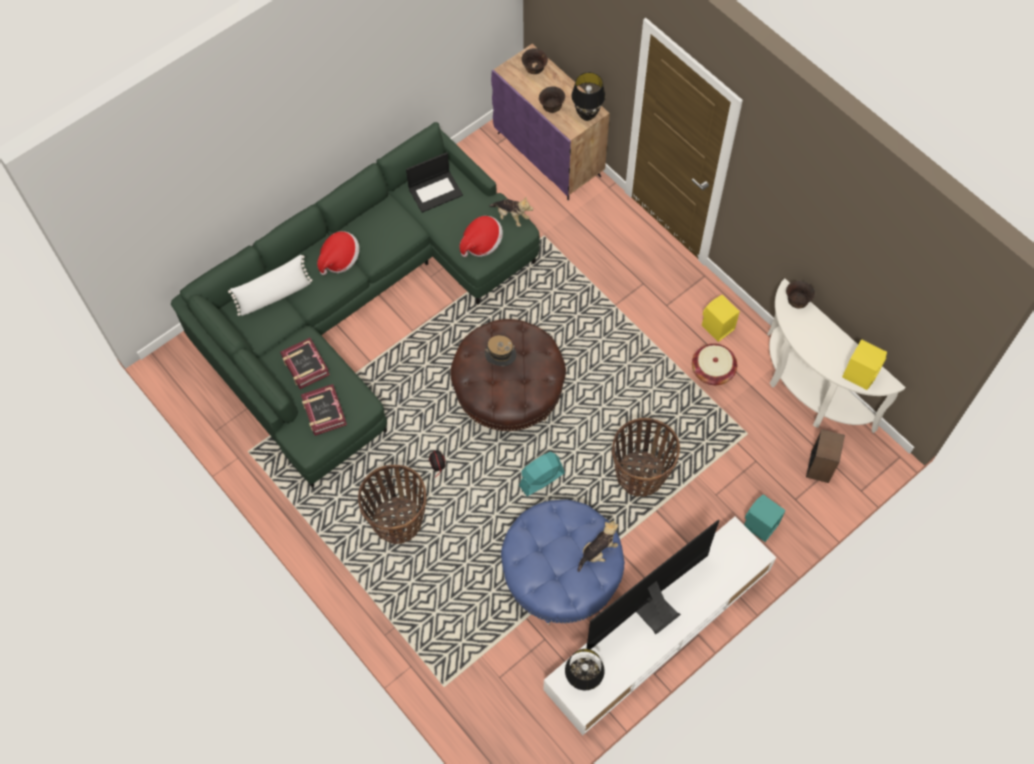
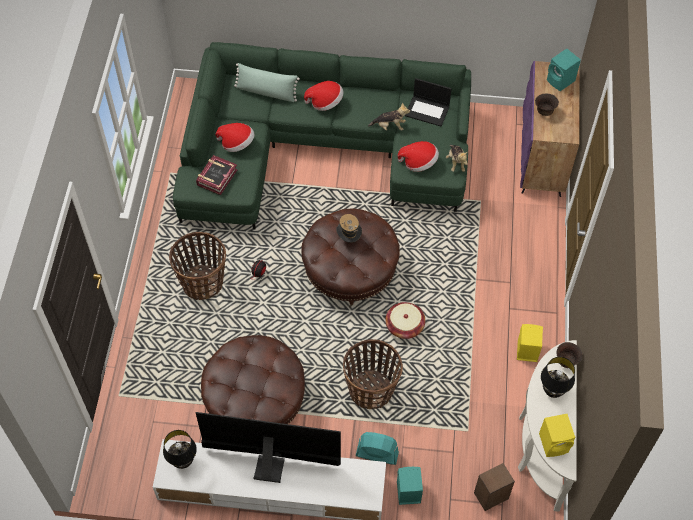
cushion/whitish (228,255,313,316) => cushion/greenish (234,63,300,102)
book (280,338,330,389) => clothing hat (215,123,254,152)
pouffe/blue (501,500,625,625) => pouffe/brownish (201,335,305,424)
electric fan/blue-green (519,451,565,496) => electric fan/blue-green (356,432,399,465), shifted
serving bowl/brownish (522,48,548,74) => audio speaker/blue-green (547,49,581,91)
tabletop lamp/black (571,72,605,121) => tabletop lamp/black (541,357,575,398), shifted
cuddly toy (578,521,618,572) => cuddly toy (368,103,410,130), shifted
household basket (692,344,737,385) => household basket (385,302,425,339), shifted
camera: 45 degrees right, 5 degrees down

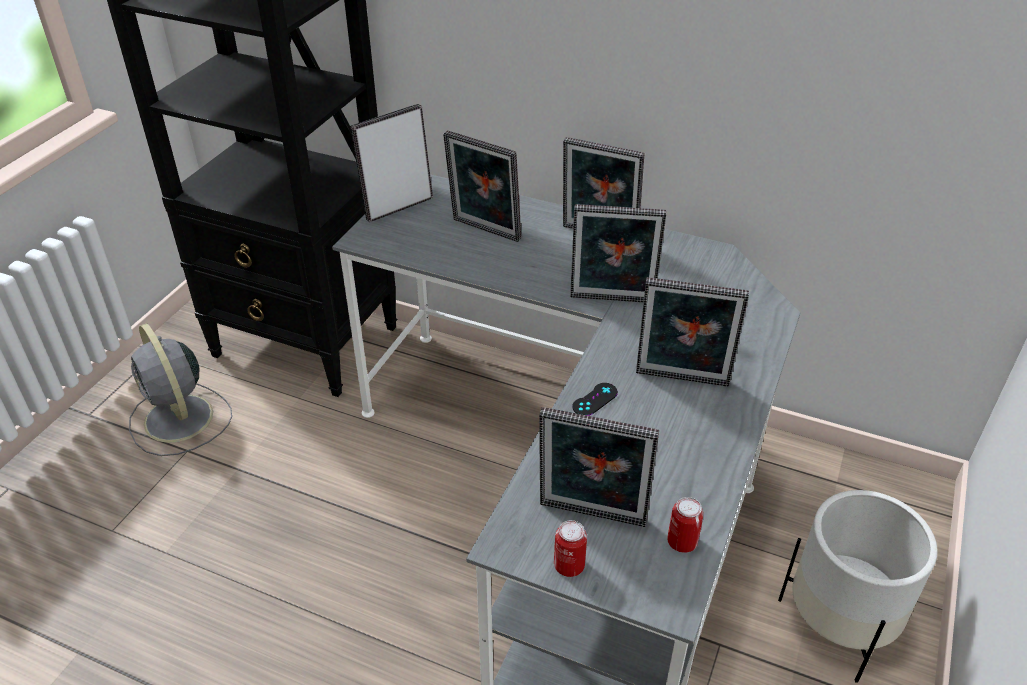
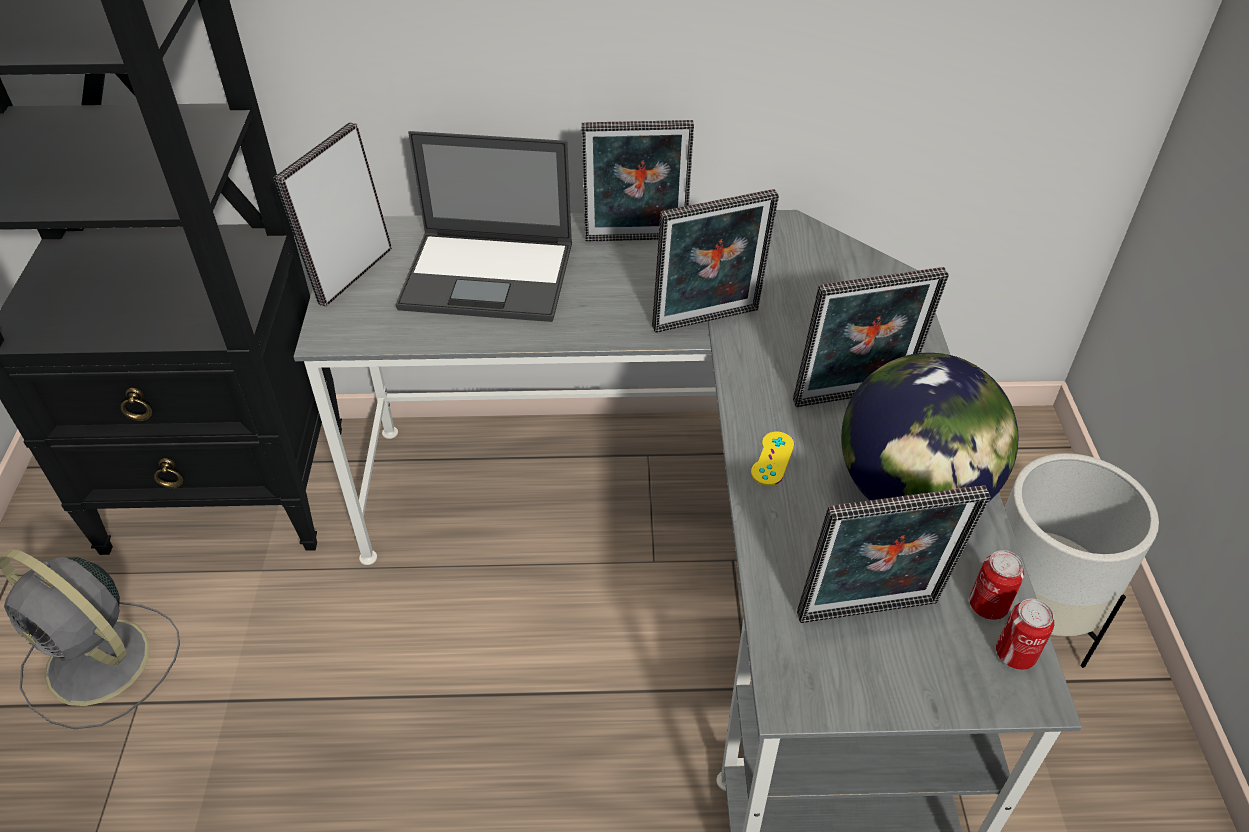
picture frame (443,131,521,242) => portable computer (395,131,572,322)
sealed can (554,520,587,577) => sealed can (996,599,1054,670), shifted
gamepad/black (572,383,618,416) => gamepad/yellowish (751,432,794,486)
nothing => globe (841,353,1018,501)
camera: 25 degrees left, 5 degrees up

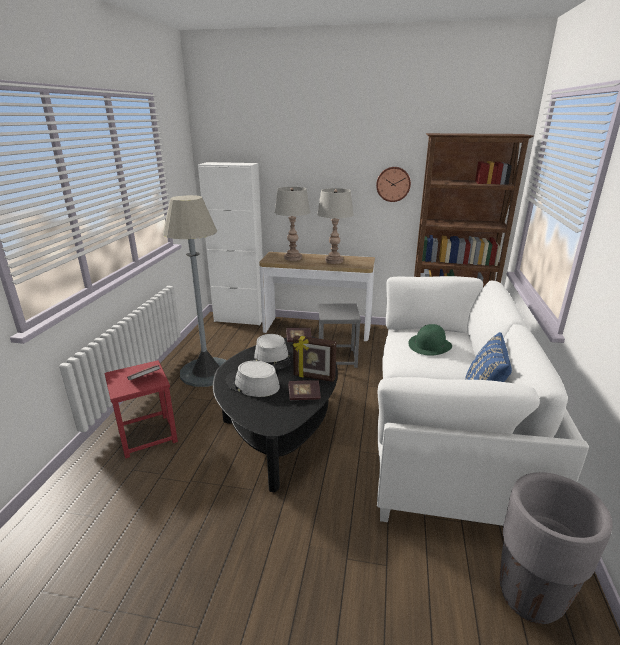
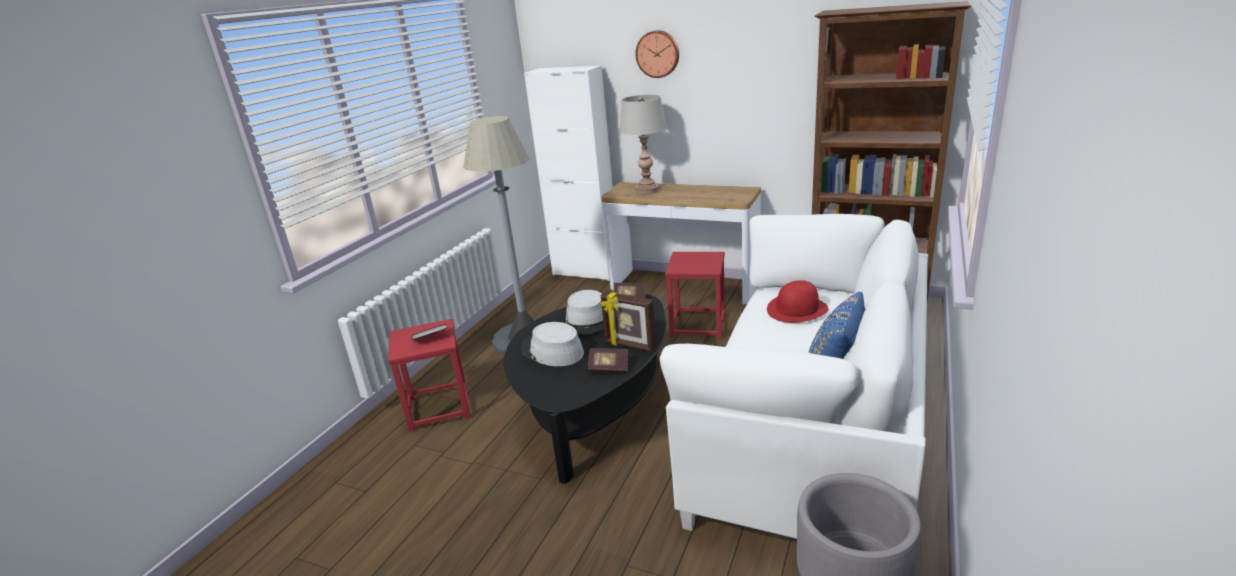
tabletop lamp/greyish (317,188,354,264) => nothing
stool seat/greyish (318,304,361,368) => stool seat/reddish (665,252,725,339)
wall clock (376,167,411,202) => wall clock (635,30,679,78), shifted
clothing hat/greenish (408,324,452,356) => clothing hat/reddish (767,280,829,323)
camera: 15 degrees right, 0 degrees up

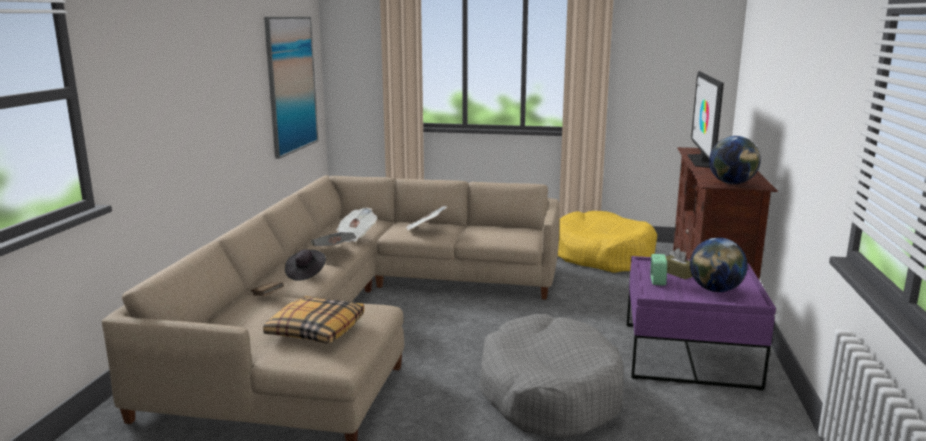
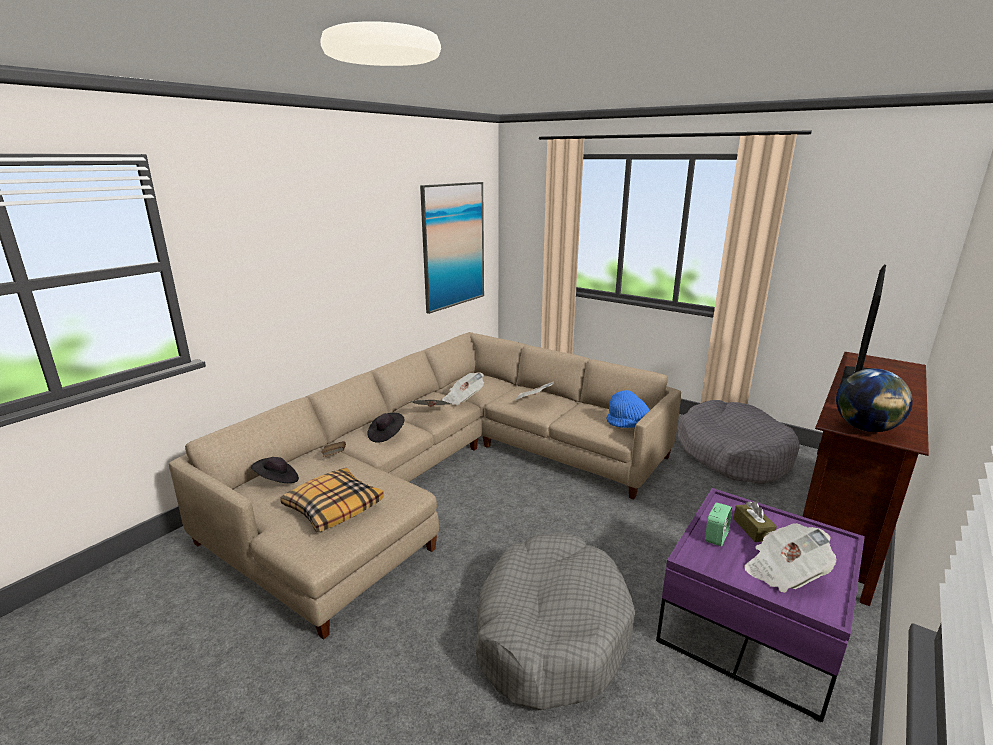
pet bed/yellowish (558,211,657,273) => pet bed/greyish (678,400,800,484)
globe (690,238,748,292) => printed paper (744,523,836,593)
nothing => clothing hat/black (251,457,299,483)
nothing => clothing hat/blue (606,390,650,428)
camera: 25 degrees right, 5 degrees up

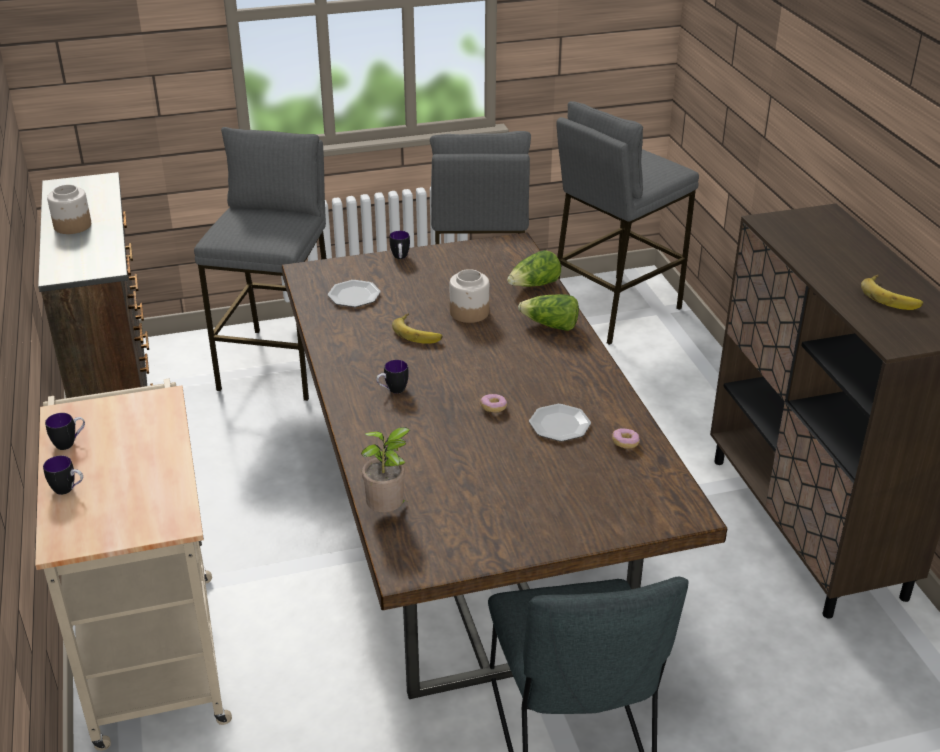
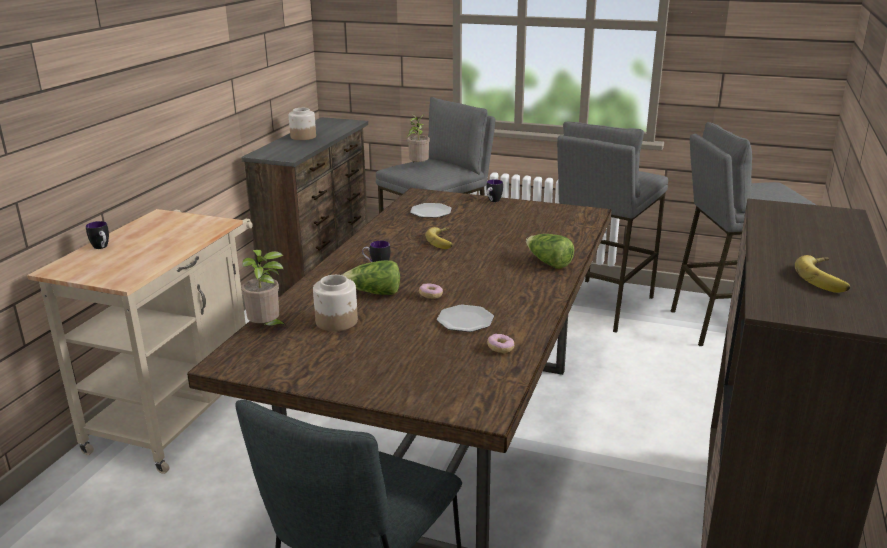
coffee mug (45,413,85,450) => nothing
jar (450,269,489,323) => jar (313,275,358,331), shifted
lettuce (507,250,561,287) => lettuce (342,260,400,295), shifted
nothing => houseplant (407,114,430,162)
camera: 35 degrees right, 10 degrees down

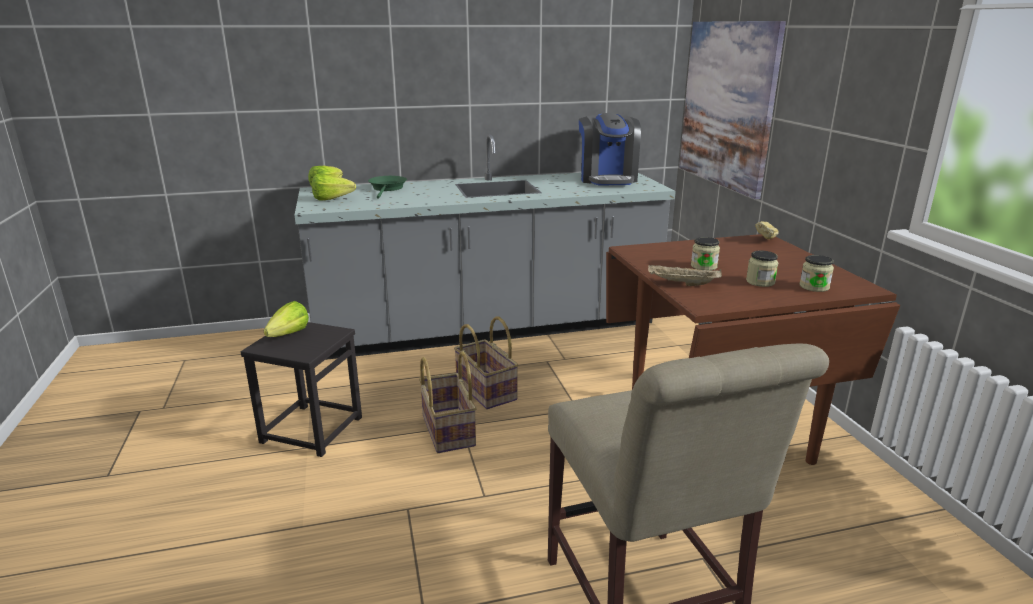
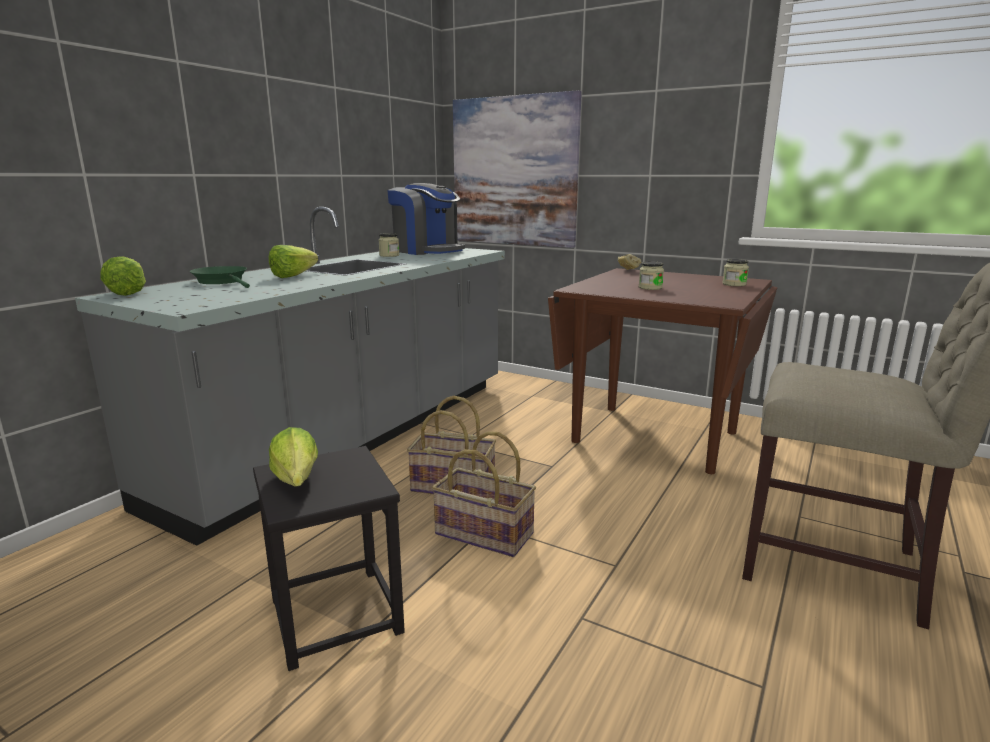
lettuce (312,174,356,200) => lettuce (269,245,318,278), shifted
tray/beige-coloured (648,264,722,286) => nothing
jar (746,251,778,287) => jar (378,233,400,257), shifted
camera: 45 degrees left, 5 degrees down

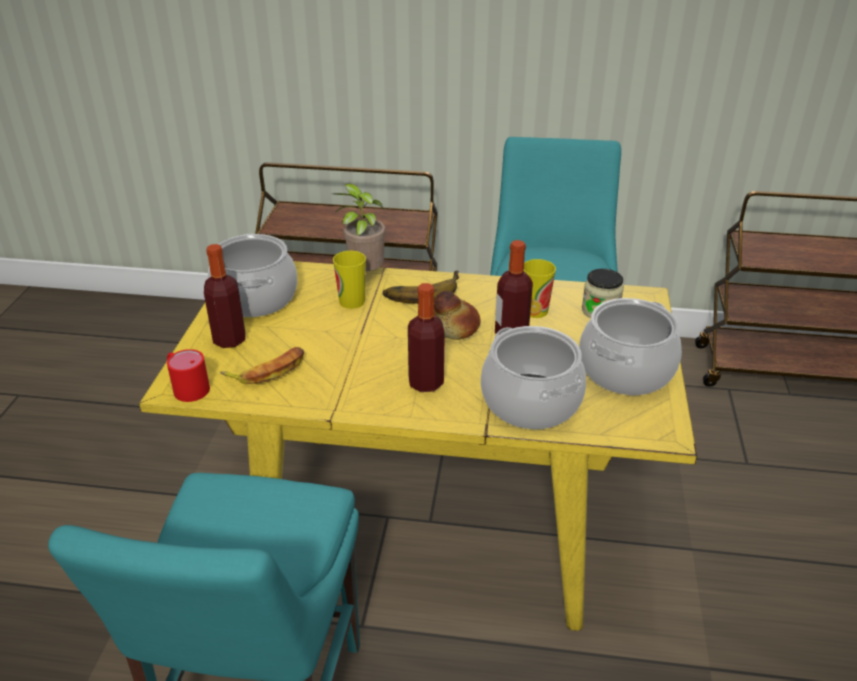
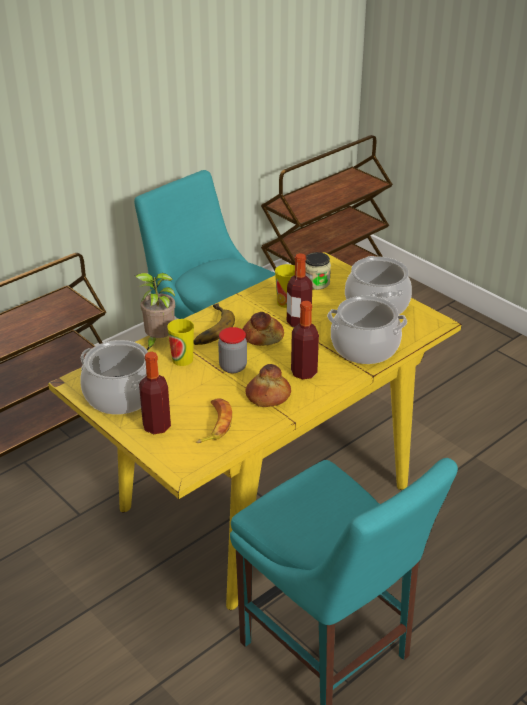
coffee mug/reddish (167,349,210,402) => nothing
nothing => jar (218,327,247,373)
nothing => baked bread (246,364,291,407)
camera: 50 degrees left, 0 degrees up

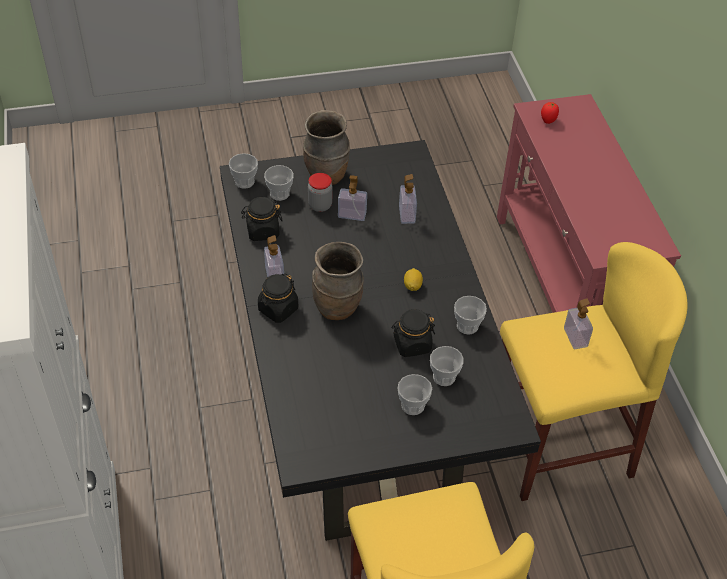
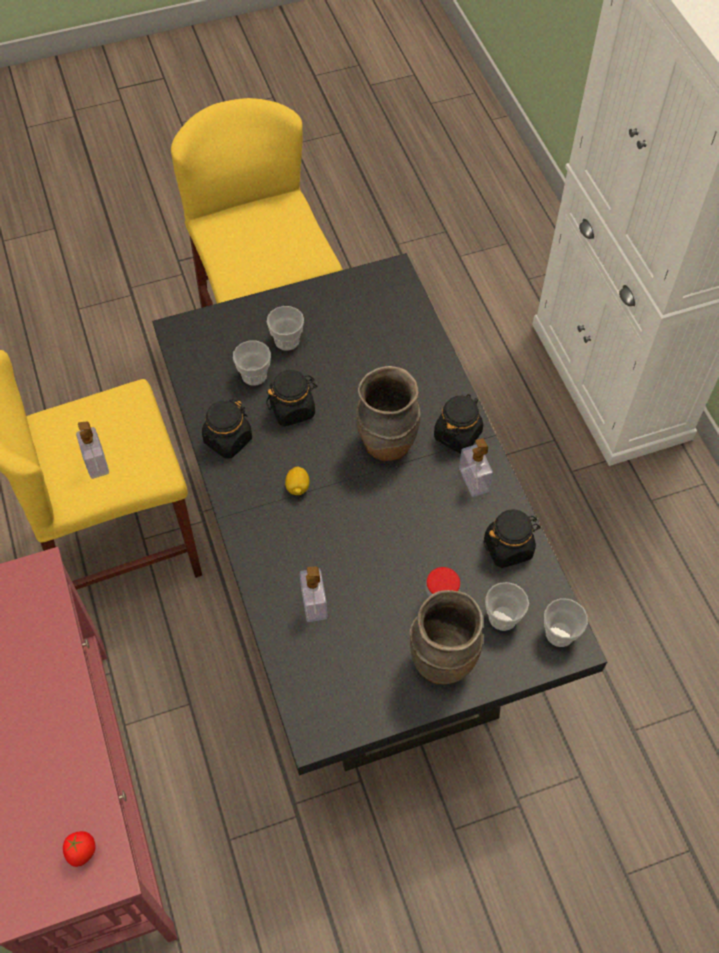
soap dispenser (338,175,367,221) => nothing
drinking cup (454,296,487,334) => jar/black (202,399,252,459)
camera: 175 degrees right, 10 degrees up

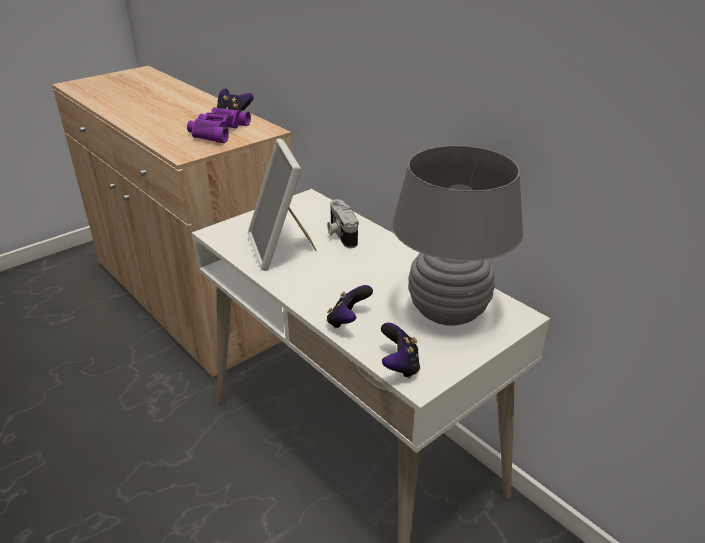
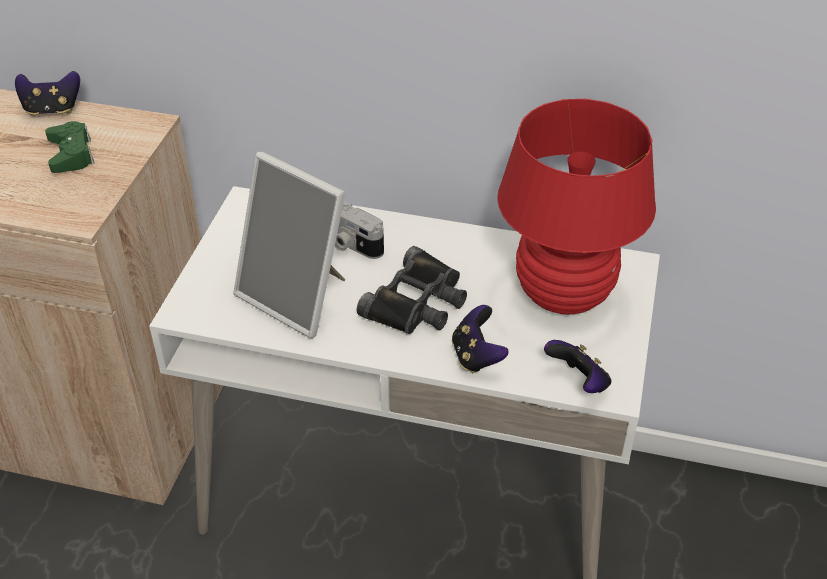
binoculars/purple-coloured (187,107,251,143) => gamepad/greenish (45,121,94,173)
tabletop lamp/greyish (392,145,523,326) => tabletop lamp/reddish (497,99,656,314)
nothing => binoculars/black (357,246,467,334)
camera: 35 degrees left, 10 degrees up

